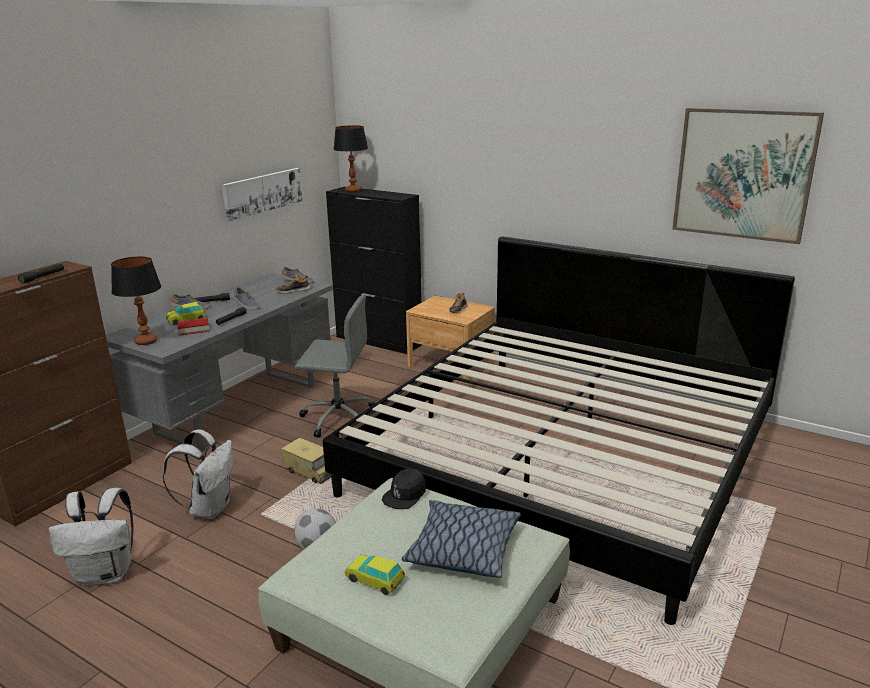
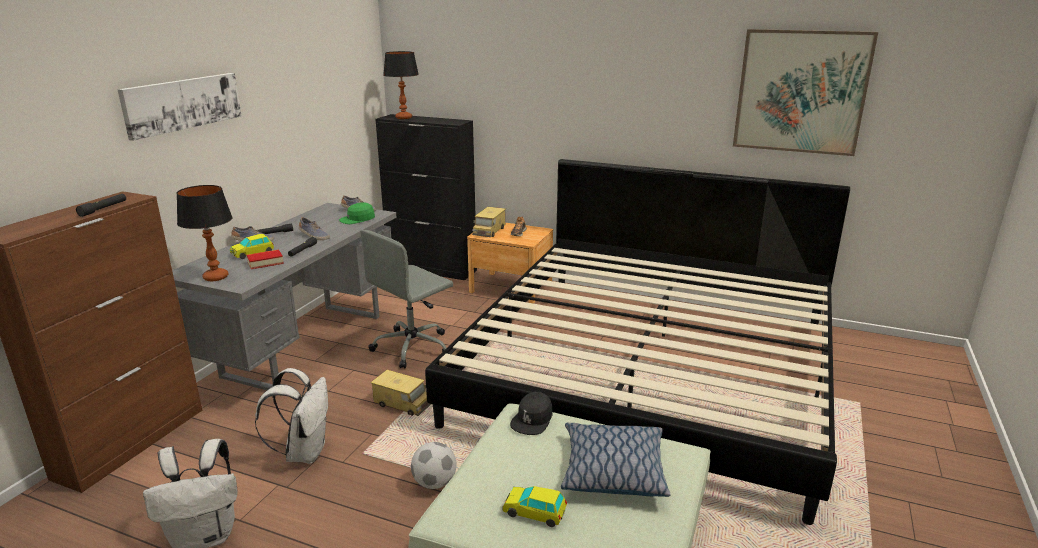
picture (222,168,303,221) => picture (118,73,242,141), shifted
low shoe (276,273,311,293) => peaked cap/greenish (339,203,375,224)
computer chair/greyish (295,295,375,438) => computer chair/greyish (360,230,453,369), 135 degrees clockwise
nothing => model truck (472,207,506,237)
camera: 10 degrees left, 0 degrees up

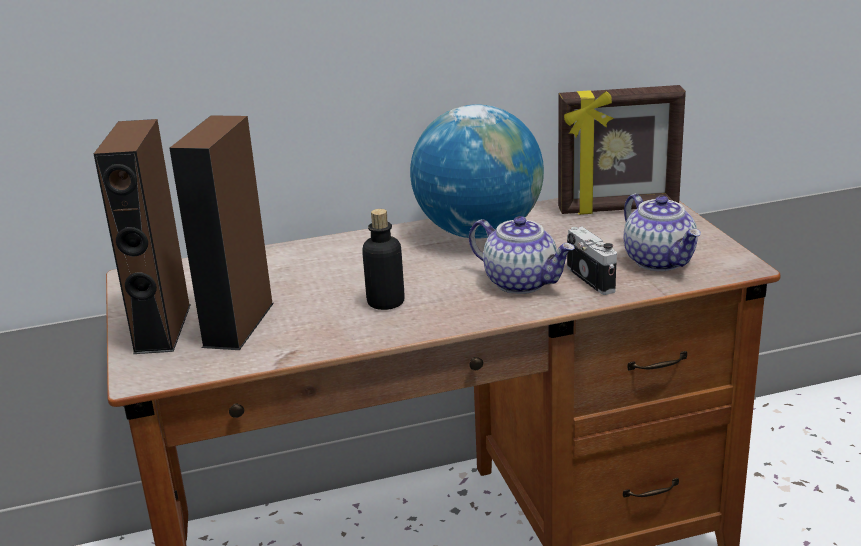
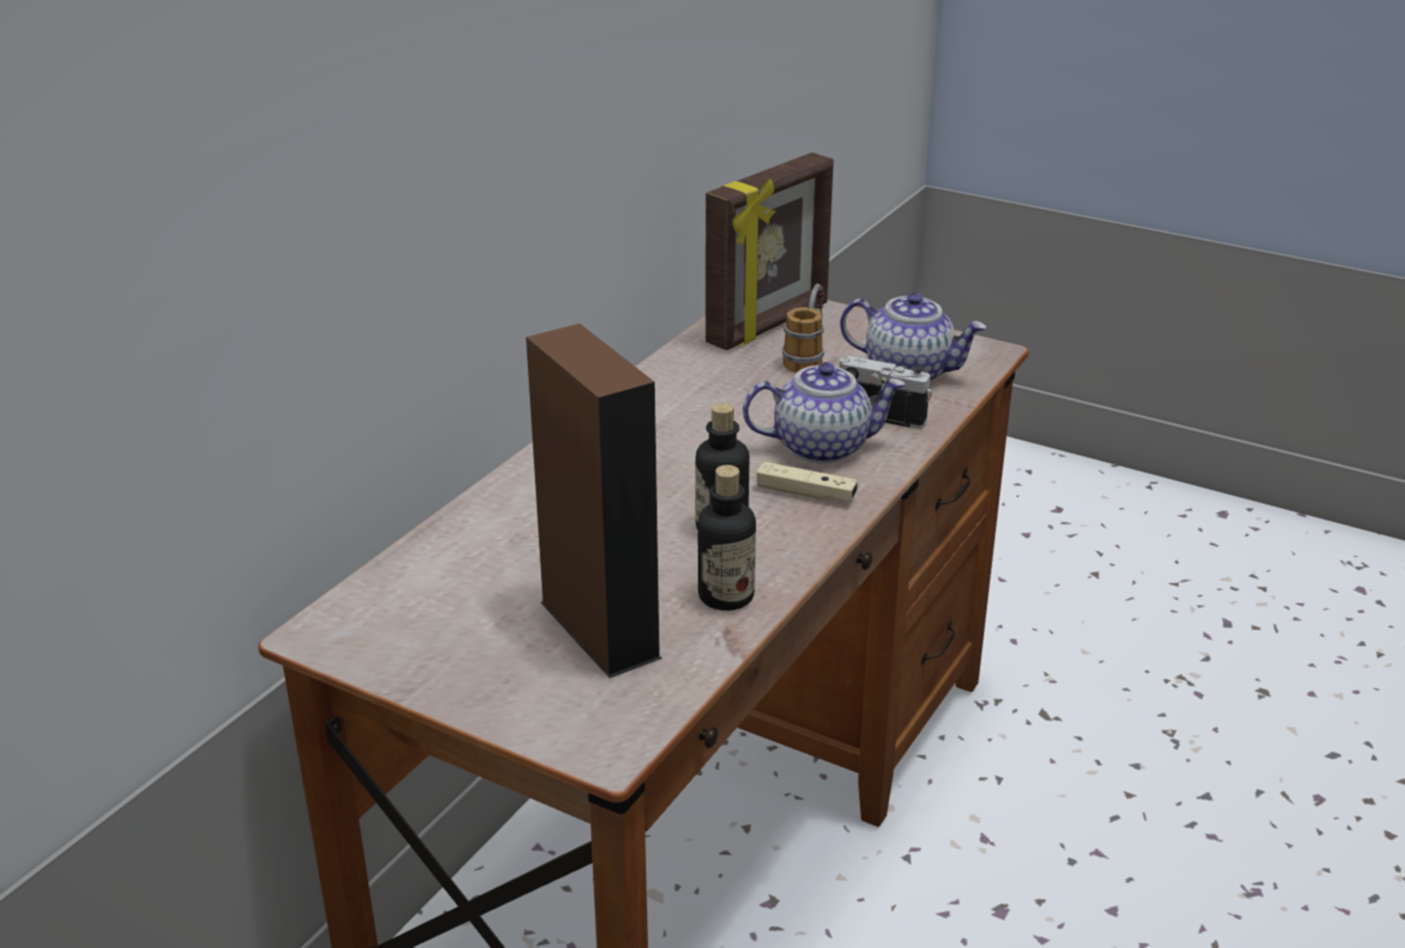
audio speaker/brownish (94,119,191,354) => nothing
globe (410,104,544,239) => nothing
nothing => bottle (698,465,756,611)
nothing => gamepad/beige-coloured (756,462,857,501)
nothing => coffee mug (782,284,824,373)
camera: 45 degrees left, 5 degrees up

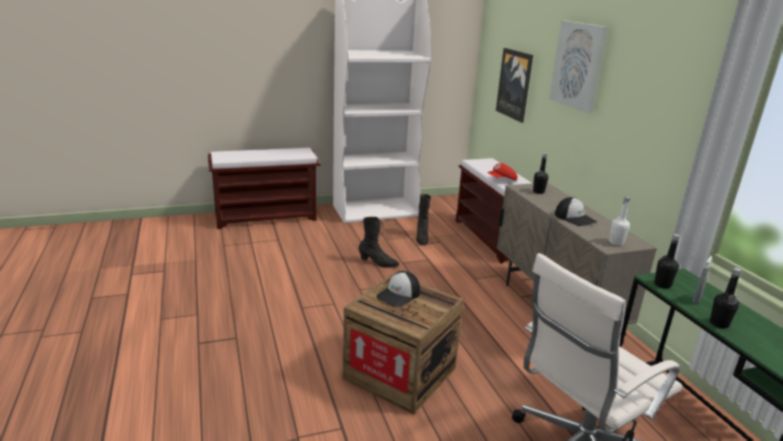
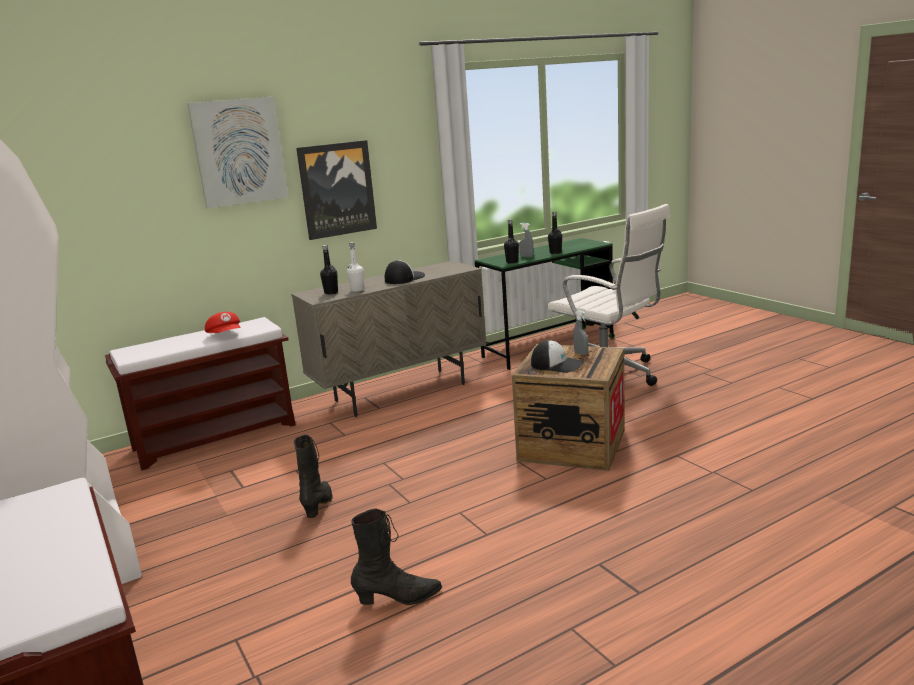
high-top boot/black (416,194,431,245) => high-top boot/black (351,509,442,605), shifted
picture (496,48,533,123) => picture (296,140,377,240), shifted
bottle/whitish (609,197,630,246) => bottle/whitish (347,242,365,292), shifted
nothing => spray bottle/greyish (573,310,588,355)
camera: 100 degrees left, 5 degrees down

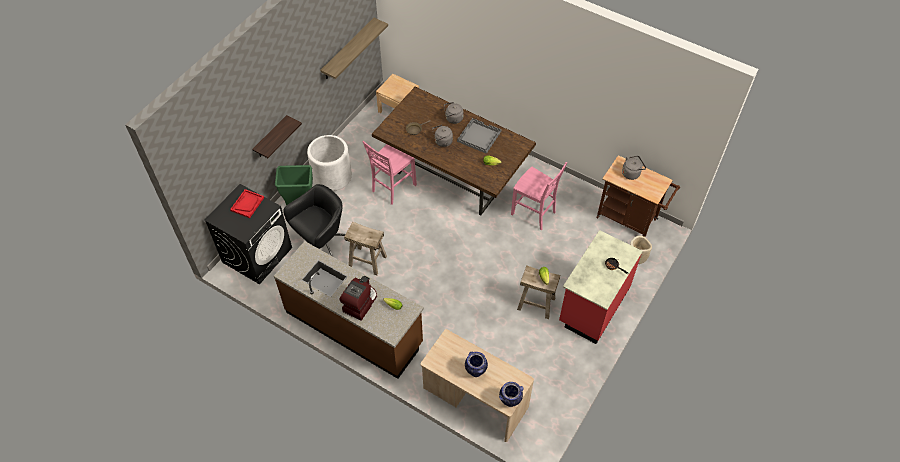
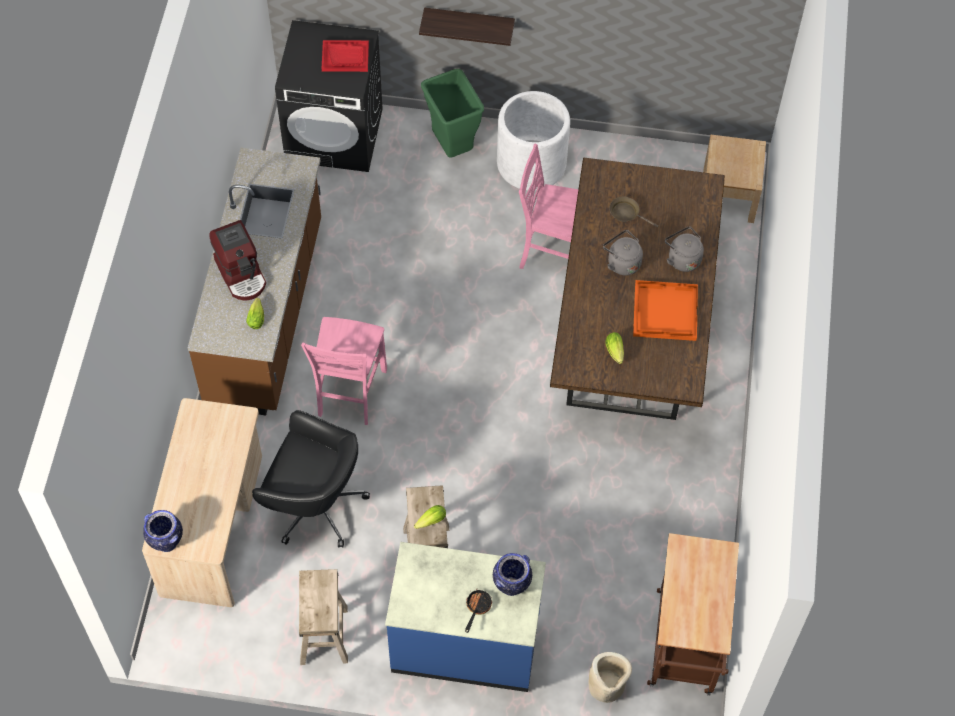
computer chair/black (283,184,345,256) => computer chair/black (252,410,370,548), shifted
shelf (320,18,388,79) => nothing
coffee machine (339,276,377,321) => coffee machine (209,220,266,300), 60 degrees clockwise
stool seat/beige-coloured (344,222,387,275) => stool seat/beige-coloured (299,569,348,665), shifted
tray/greyish (457,118,501,154) => tray/orangey (633,280,698,341)
decorative vase (465,352,488,377) => decorative vase (493,553,532,596), shifted
chair/pinkish (511,162,568,230) => chair/pinkish (301,317,387,425), shifted
kitchen counter/reddish (559,230,642,344) => kitchen counter/blue (385,542,546,692)
water kettle/greyish (622,156,646,180) => nothing
camera: 65 degrees right, 5 degrees up

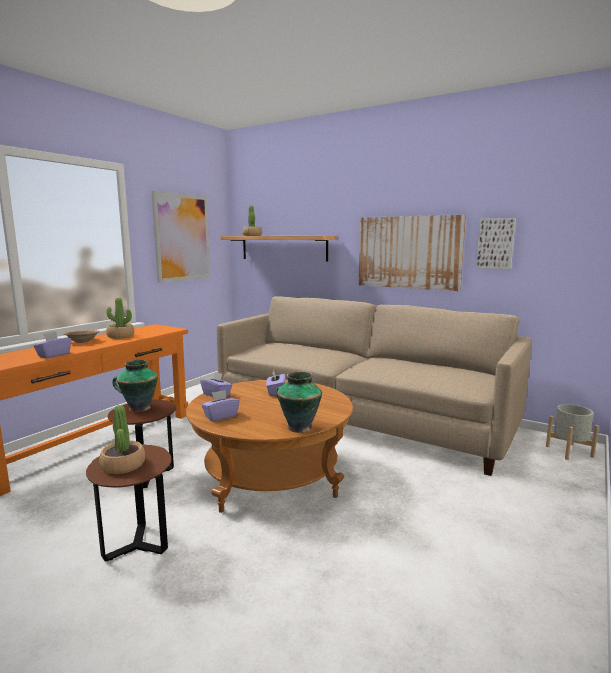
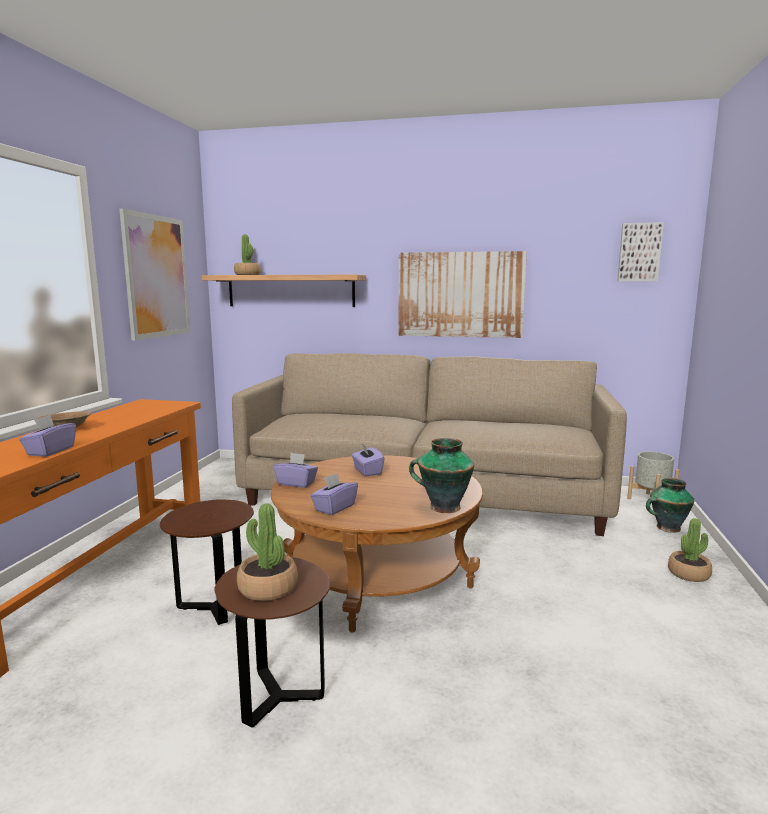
houseplant (106,298,134,339) => houseplant (668,518,712,582), shifted
decorative vase (112,360,158,412) => decorative vase (646,478,695,533), shifted
picture (476,218,516,269) => picture (617,222,664,281), shifted
camera: 20 degrees left, 0 degrees up

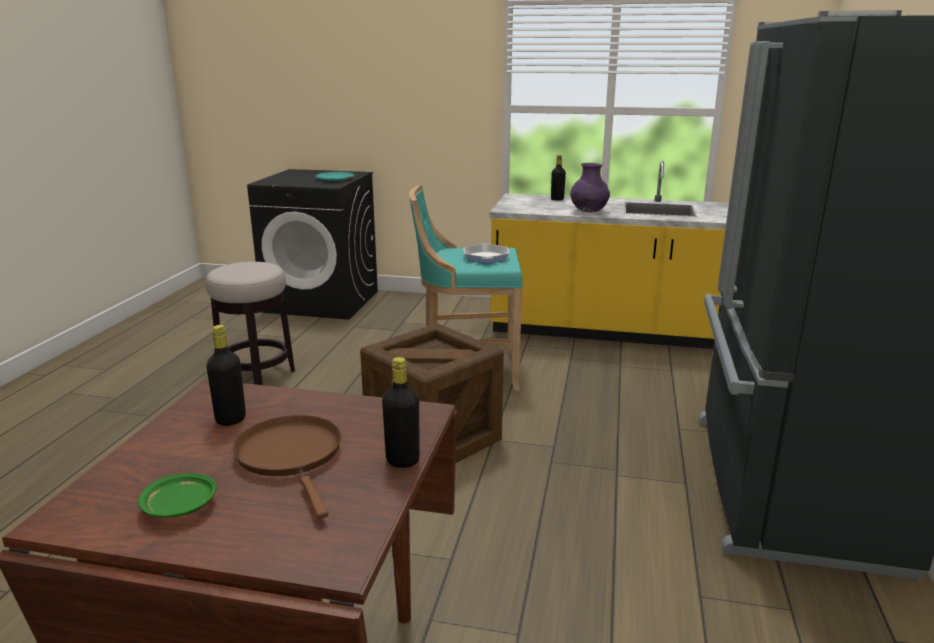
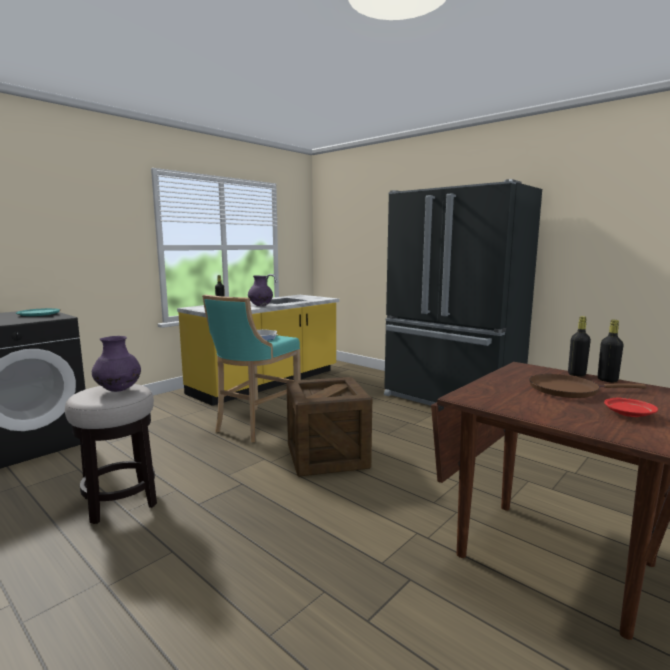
plate/greenish (138,473,217,517) => plate/reddish (604,397,658,417)
bottle/black (206,325,246,426) => bottle/black (598,320,624,382), shifted
nothing => decorative vase/purple-coloured (92,336,141,392)
camera: 60 degrees left, 10 degrees down

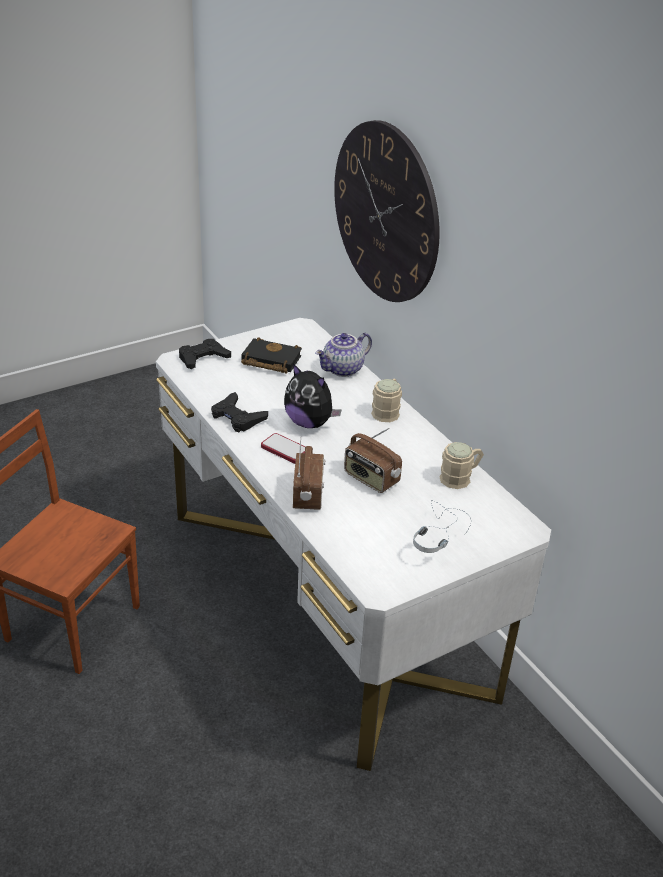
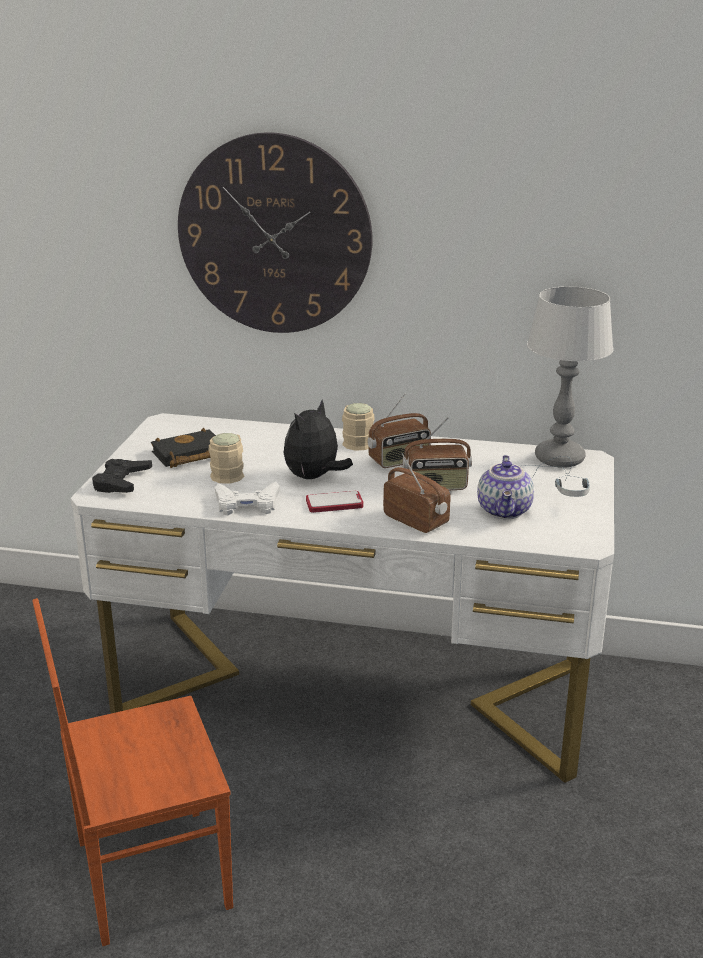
gamepad/black (211,392,268,432) => gamepad/whitish (215,482,280,515)
cuddly toy (284,364,341,428) => cuddly toy (284,399,353,479), 135 degrees clockwise
teapot (315,333,372,377) => teapot (477,455,534,519), shifted
coffee mug/beige-coloured (439,442,484,489) => coffee mug/beige-coloured (209,433,244,484), shifted
nothing => radio set (367,394,431,468)
nothing => tabletop lamp (527,286,613,468)
camera: 45 degrees left, 10 degrees down

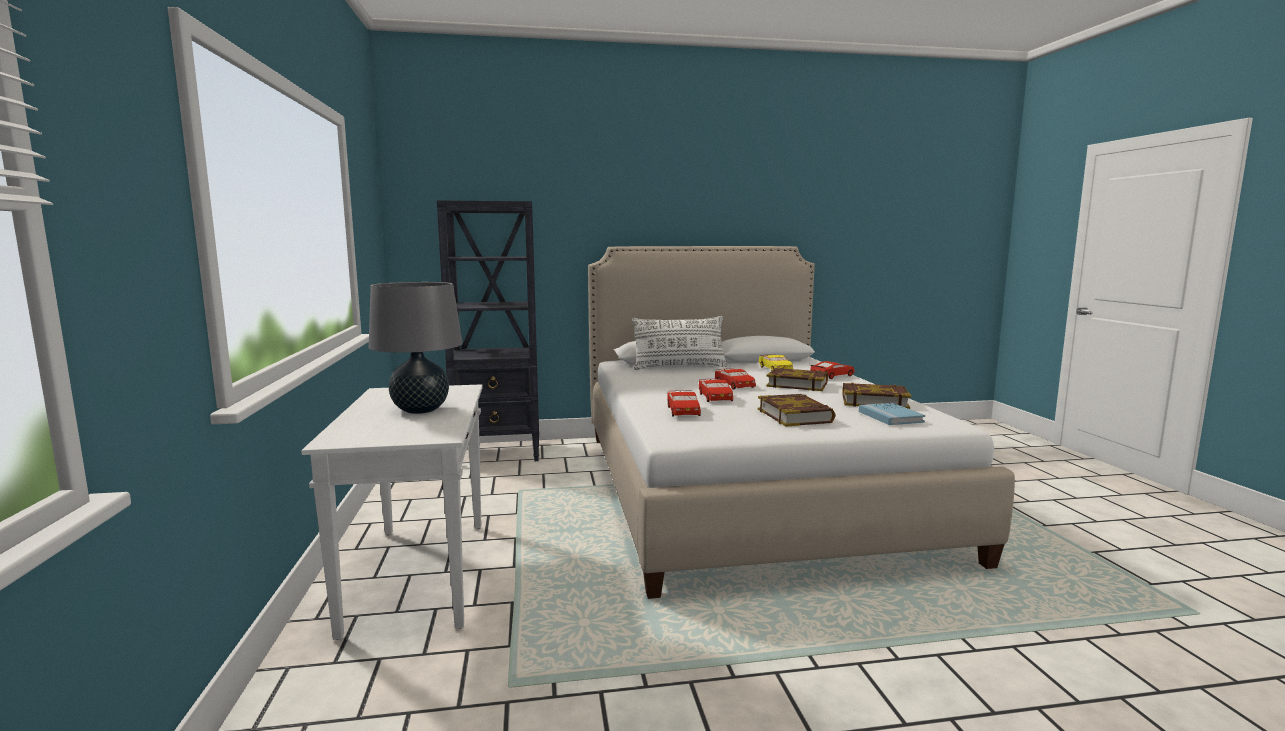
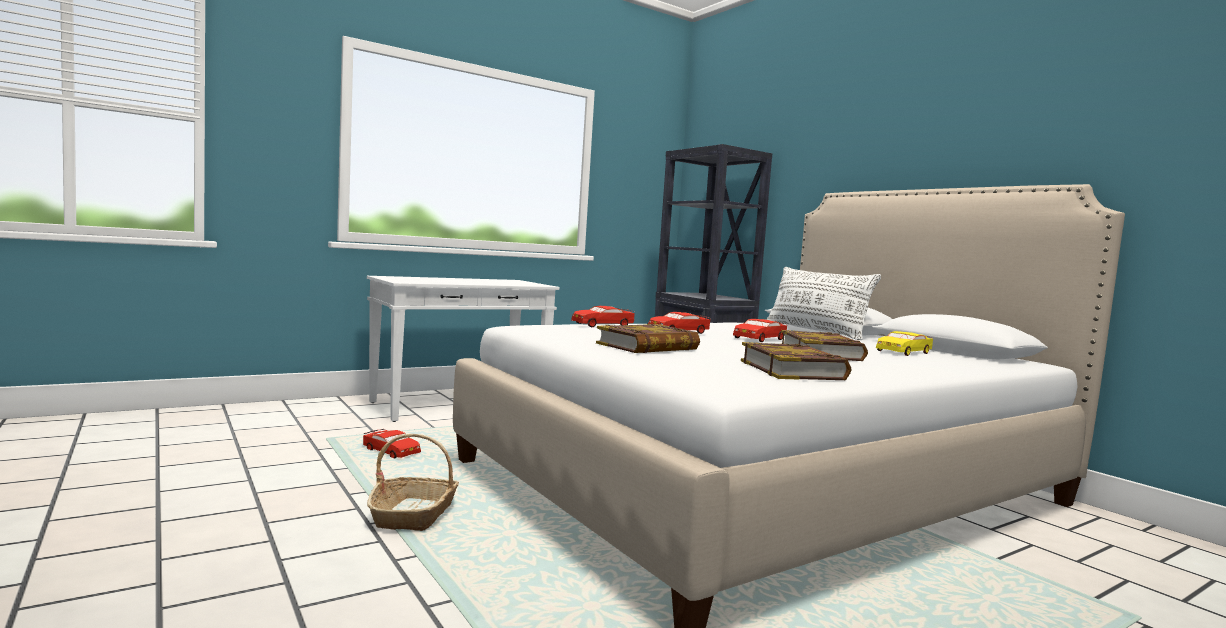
tabletop lamp/greyish (369,282,462,414) => nothing
model car/reddish (810,361,855,379) => model car/reddish (363,429,421,459), shifted
book/blue (859,403,925,425) => nothing
nothing => household basket (367,434,459,531)
camera: 65 degrees right, 5 degrees down

